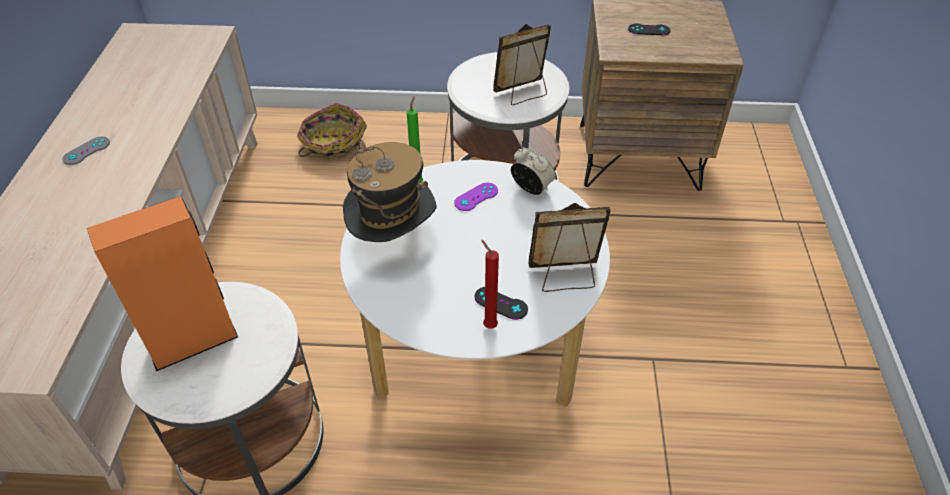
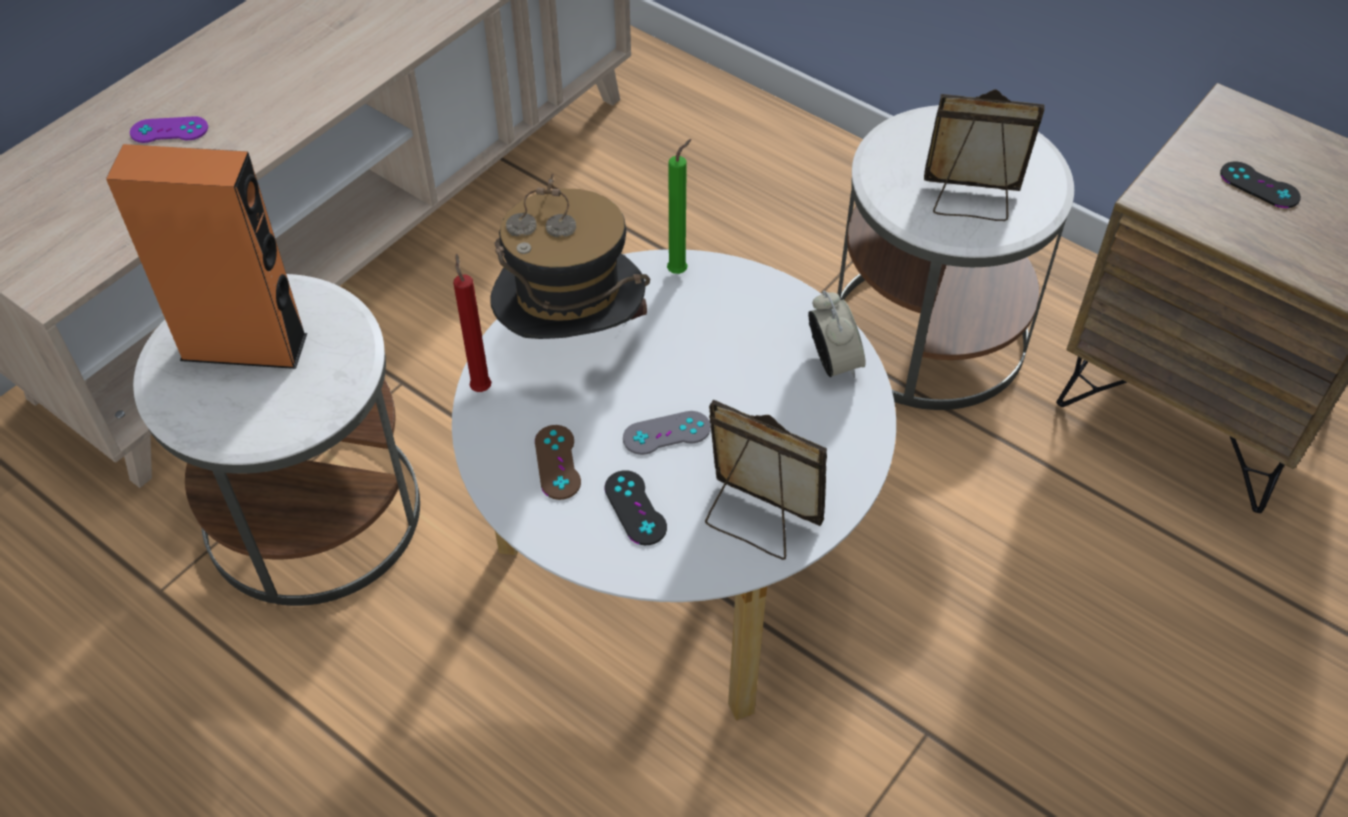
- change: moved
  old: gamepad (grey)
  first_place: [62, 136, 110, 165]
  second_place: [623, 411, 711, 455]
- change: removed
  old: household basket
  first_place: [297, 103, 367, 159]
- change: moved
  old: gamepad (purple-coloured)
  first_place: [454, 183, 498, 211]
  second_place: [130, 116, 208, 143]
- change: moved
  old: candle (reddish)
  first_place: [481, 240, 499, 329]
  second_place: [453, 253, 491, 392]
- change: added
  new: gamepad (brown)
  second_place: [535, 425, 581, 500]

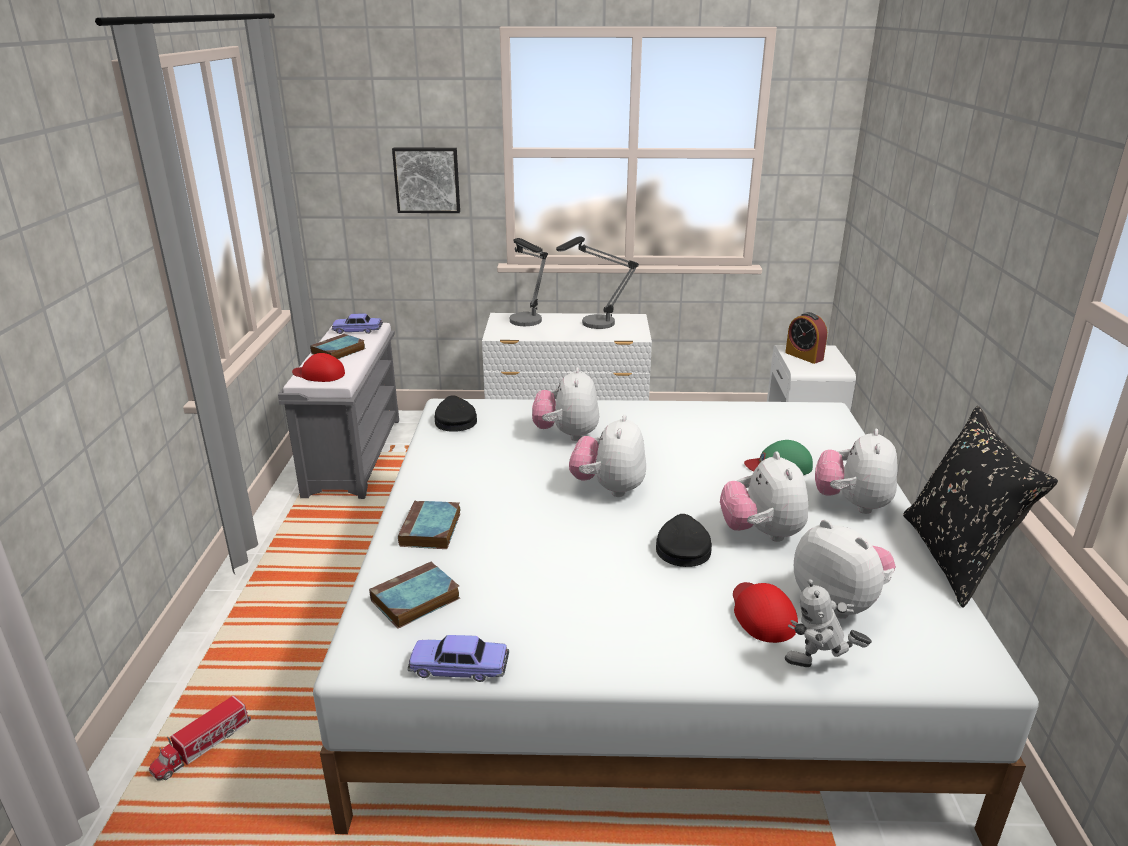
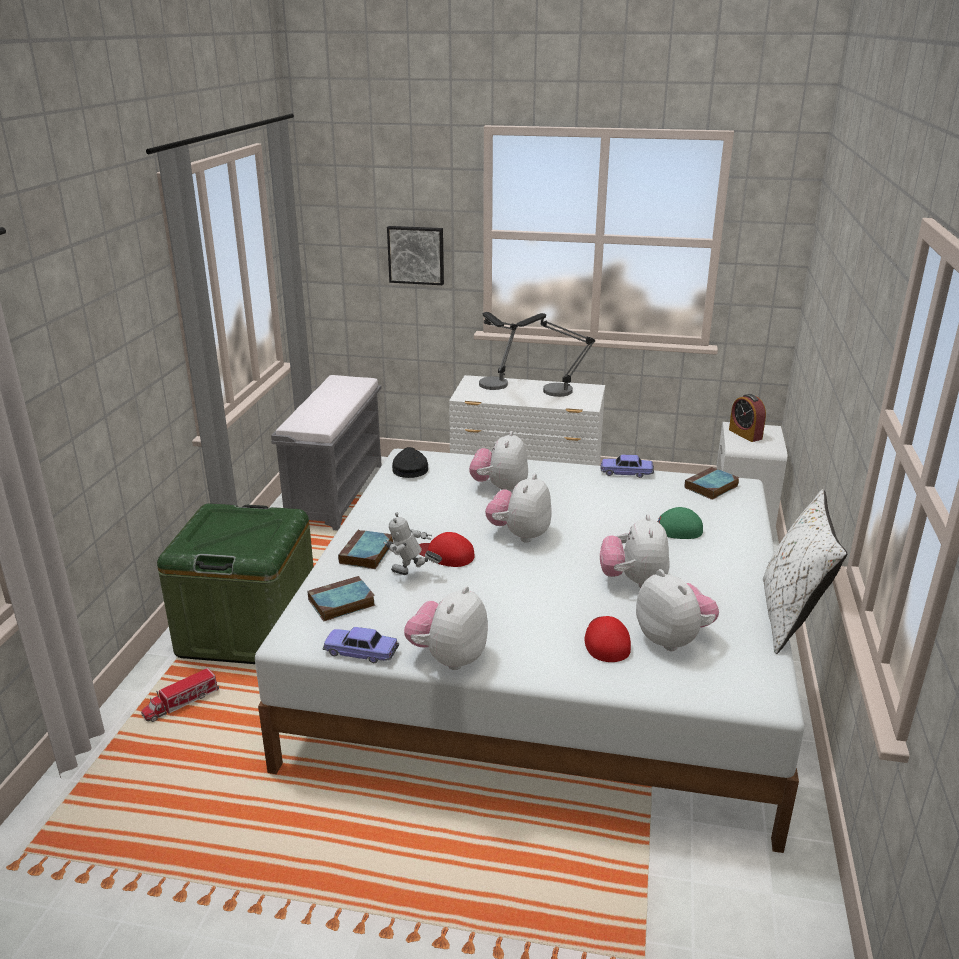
- change: moved
  old: cap (reddish)
  first_place: [292, 353, 345, 382]
  second_place: [419, 532, 475, 567]
- change: moved
  old: bound book
  first_place: [310, 334, 365, 359]
  second_place: [685, 467, 739, 500]
- change: moved
  old: toy car
  first_place: [332, 313, 383, 334]
  second_place: [600, 455, 654, 478]
- change: removed
  old: cap (black)
  first_place: [656, 514, 712, 567]
- change: moved
  old: toy robot
  first_place: [785, 579, 872, 667]
  second_place: [383, 512, 442, 575]
- change: moved
  old: cuddly toy
  first_place: [815, 429, 897, 514]
  second_place: [404, 586, 488, 670]
- change: recoloured
  old: cushion (black)
  new: cushion (whitish)
  first_place: [903, 406, 1058, 608]
  second_place: [763, 489, 847, 654]
- change: added
  new: storage bin (greenish)
  second_place: [157, 503, 314, 664]

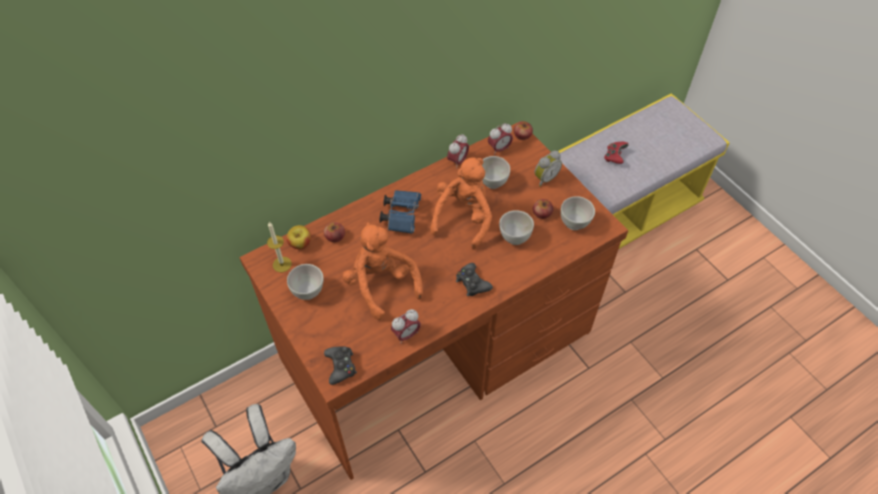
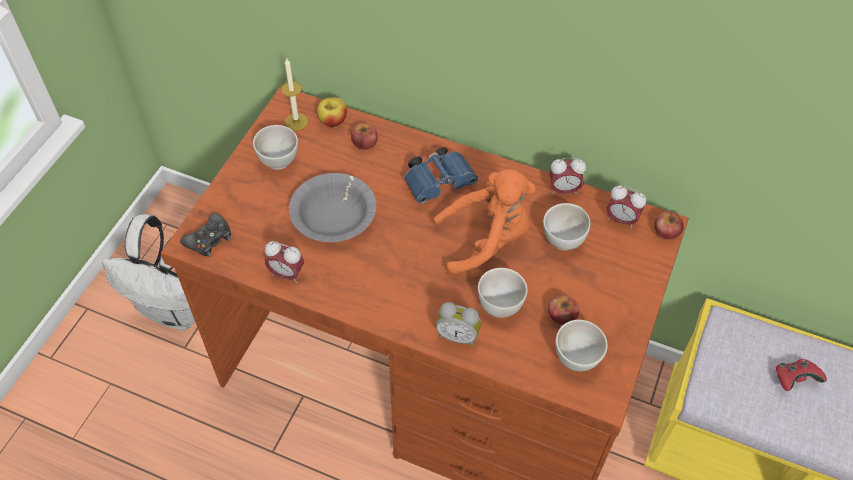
- change: replaced
  old: cuddly toy (orange)
  new: deep dish (grey)
  first_place: [342, 222, 423, 320]
  second_place: [289, 173, 376, 242]
- change: removed
  old: gamepad (black)
  first_place: [456, 263, 493, 296]
- change: moved
  old: bedside clock
  first_place: [535, 151, 562, 187]
  second_place: [436, 302, 481, 346]

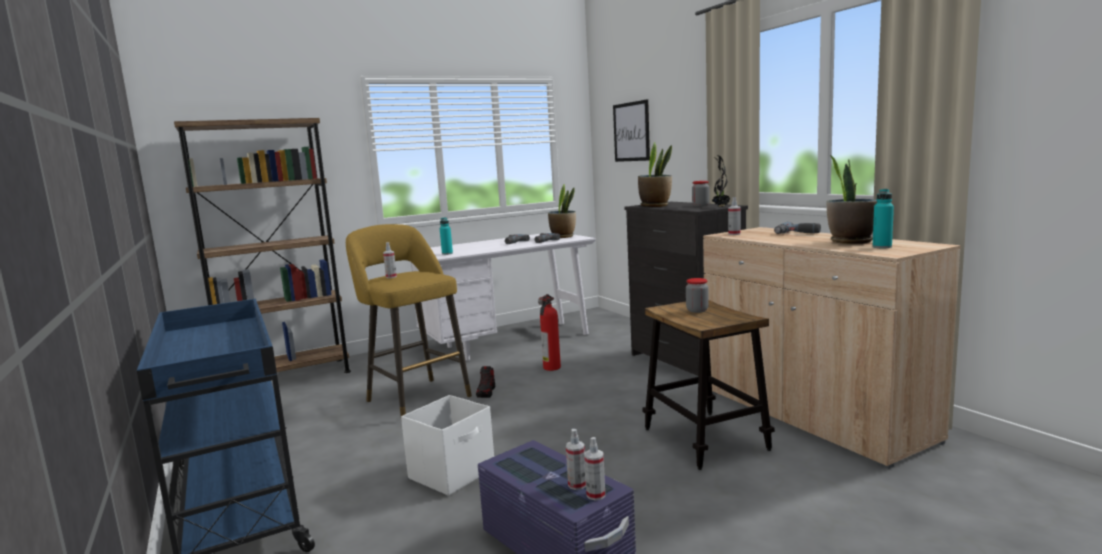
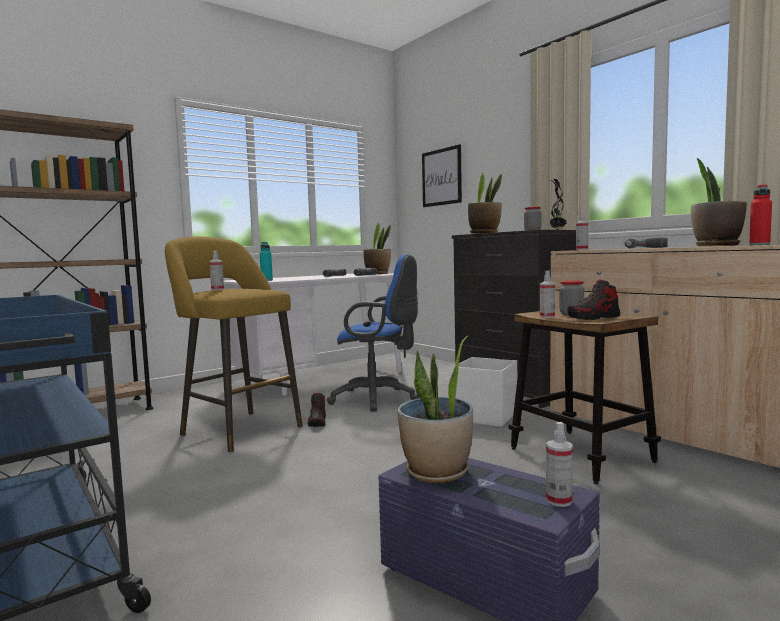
- change: moved
  old: storage bin (whitish)
  first_place: [401, 395, 494, 496]
  second_place: [453, 357, 517, 427]
- change: replaced
  old: fire extinguisher
  new: office chair (blue-coloured)
  first_place: [538, 294, 561, 371]
  second_place: [327, 254, 419, 411]
- change: moved
  old: sprayer
  first_place: [566, 429, 586, 490]
  second_place: [540, 271, 555, 318]
- change: recoloured
  old: drink bottle (blue-green)
  new: drink bottle (reddish)
  first_place: [873, 189, 894, 248]
  second_place: [749, 185, 772, 245]
- change: added
  new: plant in a pot
  second_place: [397, 336, 473, 483]
- change: added
  new: item of footwear
  second_place: [567, 280, 620, 320]

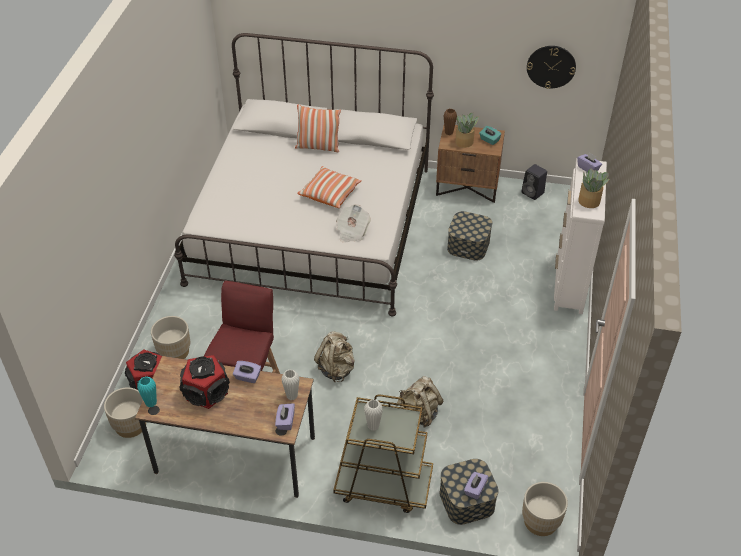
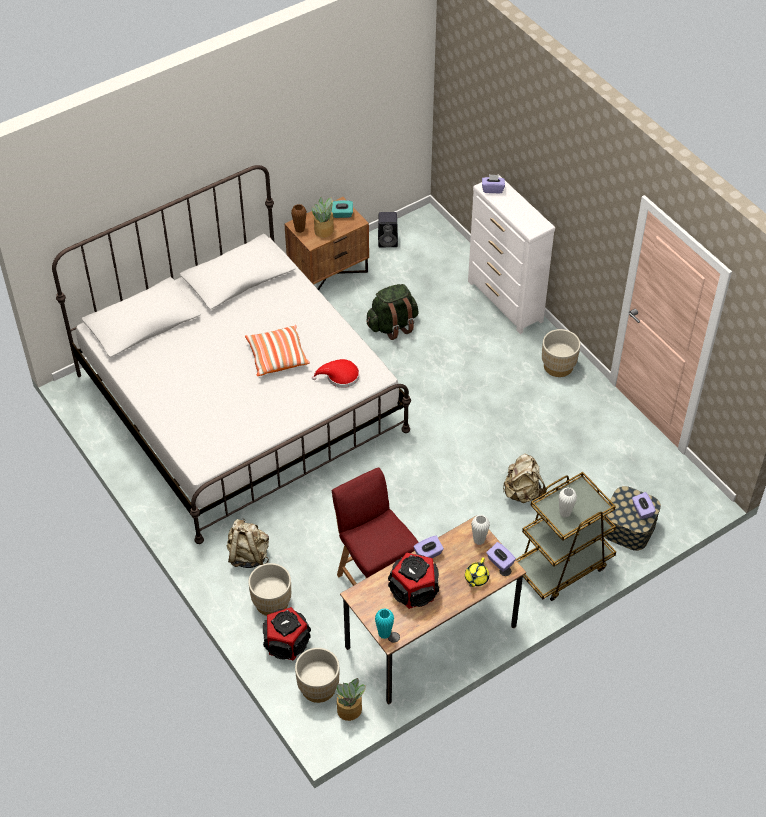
- change: removed
  old: cushion
  first_place: [295, 105, 341, 152]
- change: moved
  old: rucksack (beige-coloured)
  first_place: [314, 331, 355, 382]
  second_place: [227, 518, 269, 568]
- change: replaced
  old: printed paper
  new: clothing hat (reddish)
  first_place: [336, 204, 371, 243]
  second_place: [312, 359, 359, 388]
- change: replaced
  old: storage bin
  new: rucksack (greenish)
  first_place: [447, 211, 492, 261]
  second_place: [366, 284, 419, 340]
- change: moved
  old: plant pot (beige-coloured)
  first_place: [522, 482, 568, 536]
  second_place: [542, 329, 580, 377]
- change: removed
  old: clock on the wall
  first_place: [527, 46, 576, 89]
- change: moved
  old: plant in a pot
  first_place: [578, 168, 610, 208]
  second_place: [336, 678, 366, 721]
- change: added
  new: teapot (yellowish)
  second_place: [465, 557, 489, 587]

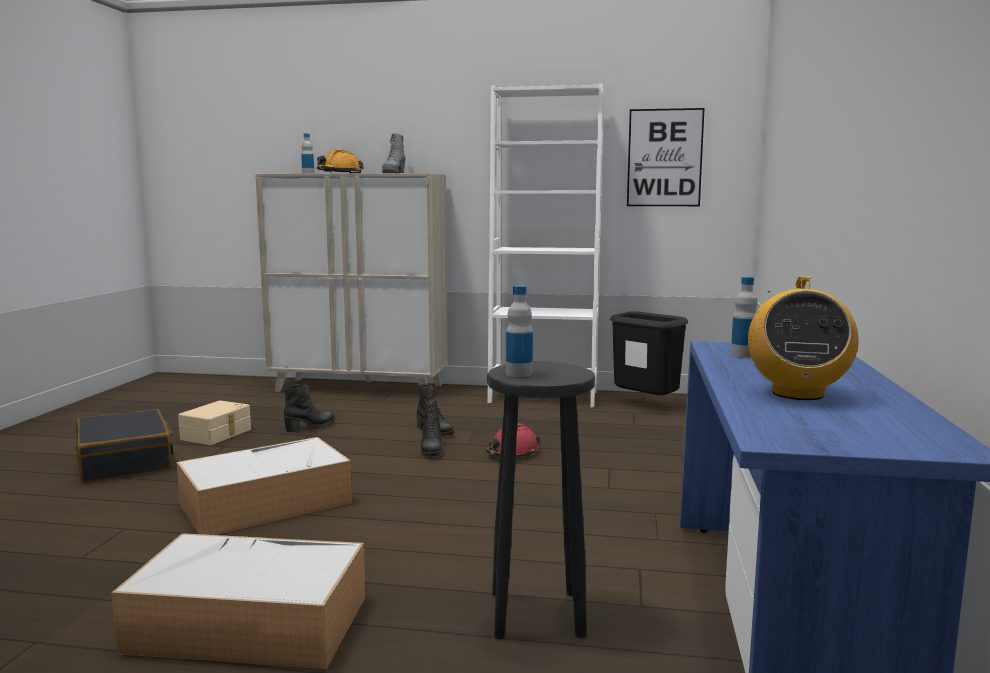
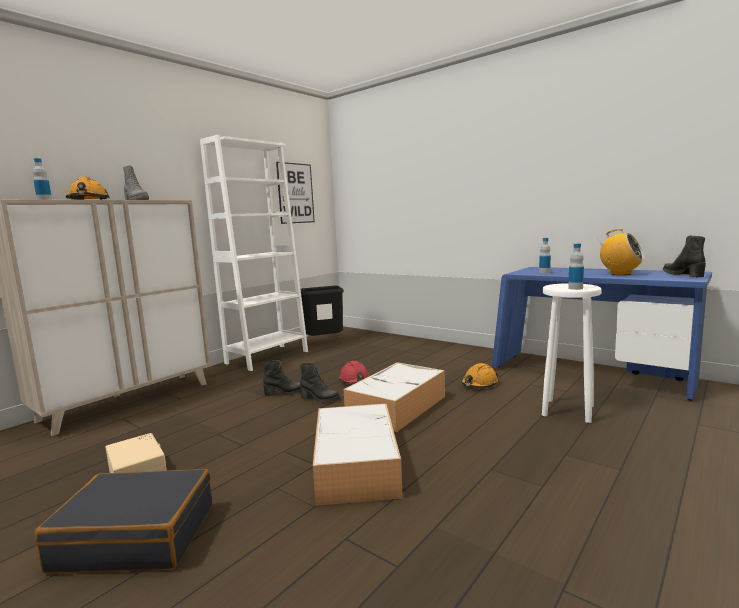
- change: moved
  old: storage bin
  first_place: [112, 533, 366, 669]
  second_place: [344, 362, 445, 432]
- change: moved
  old: boot (black)
  first_place: [284, 384, 335, 432]
  second_place: [663, 235, 706, 278]
- change: recoloured
  old: sitting stool (black)
  new: sitting stool (whitish)
  first_place: [487, 361, 595, 639]
  second_place: [542, 283, 602, 423]
- change: added
  new: work helmet (orange)
  second_place: [461, 363, 499, 388]

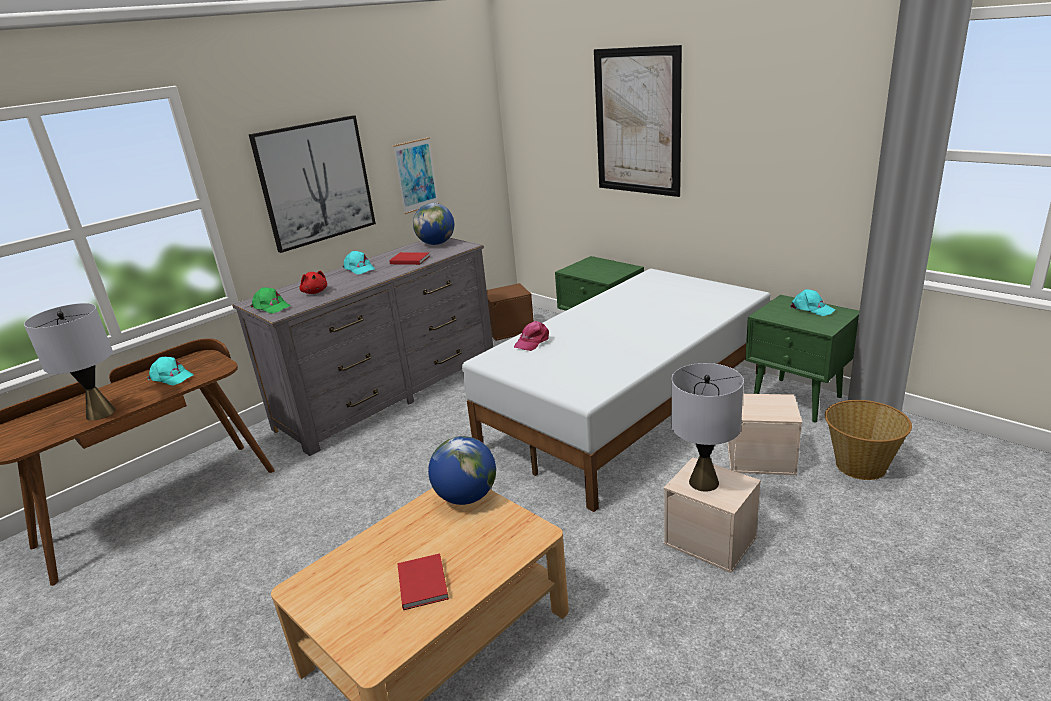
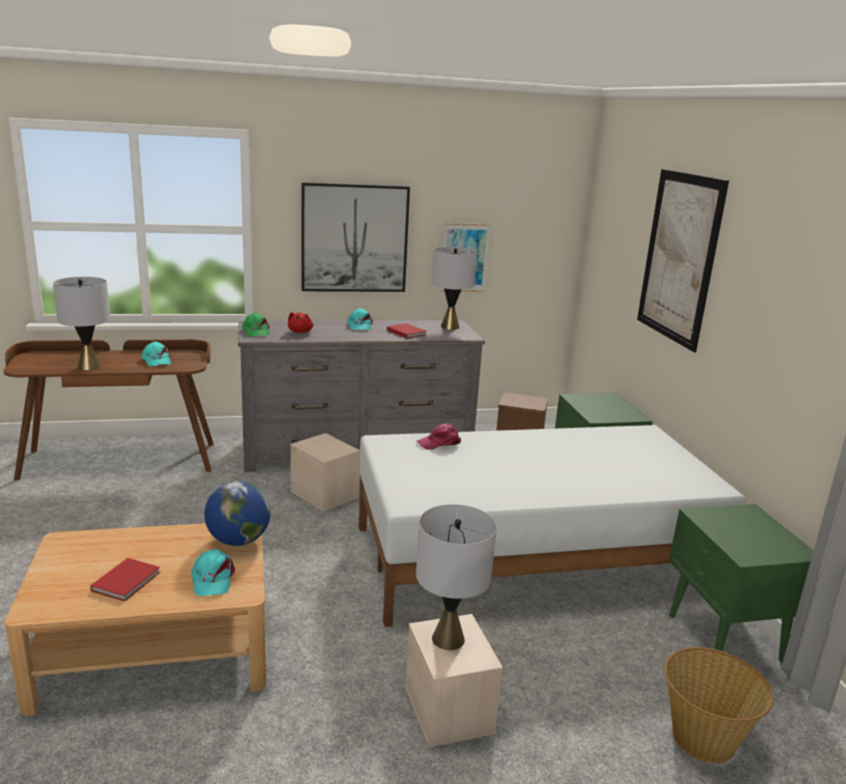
- change: replaced
  old: world globe
  new: lamp for a table (grey)
  first_place: [413, 203, 454, 245]
  second_place: [432, 247, 477, 330]
- change: moved
  old: storage bin (beige-coloured)
  first_place: [727, 394, 802, 475]
  second_place: [290, 433, 360, 512]
- change: moved
  old: cap (blue-green)
  first_place: [790, 289, 836, 316]
  second_place: [191, 549, 235, 596]

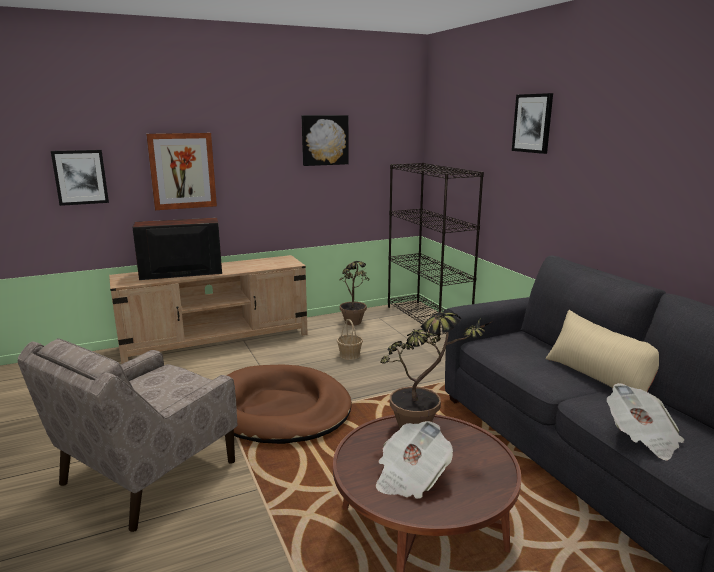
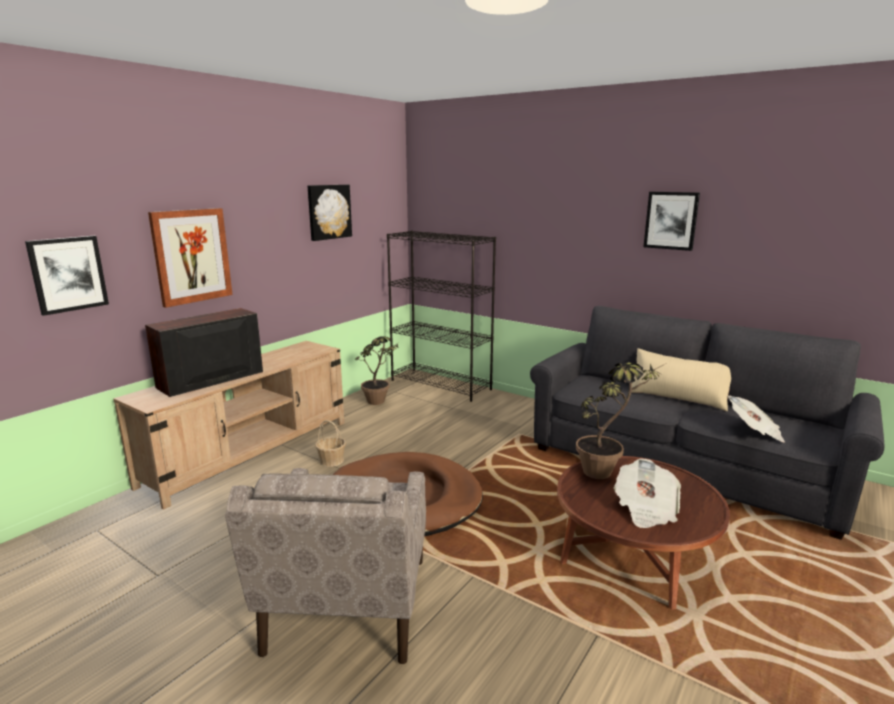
- change: moved
  old: household basket
  first_place: [337, 319, 363, 360]
  second_place: [315, 420, 346, 467]
- change: moved
  old: picture
  first_place: [512, 93, 553, 154]
  second_place: [643, 192, 700, 251]

